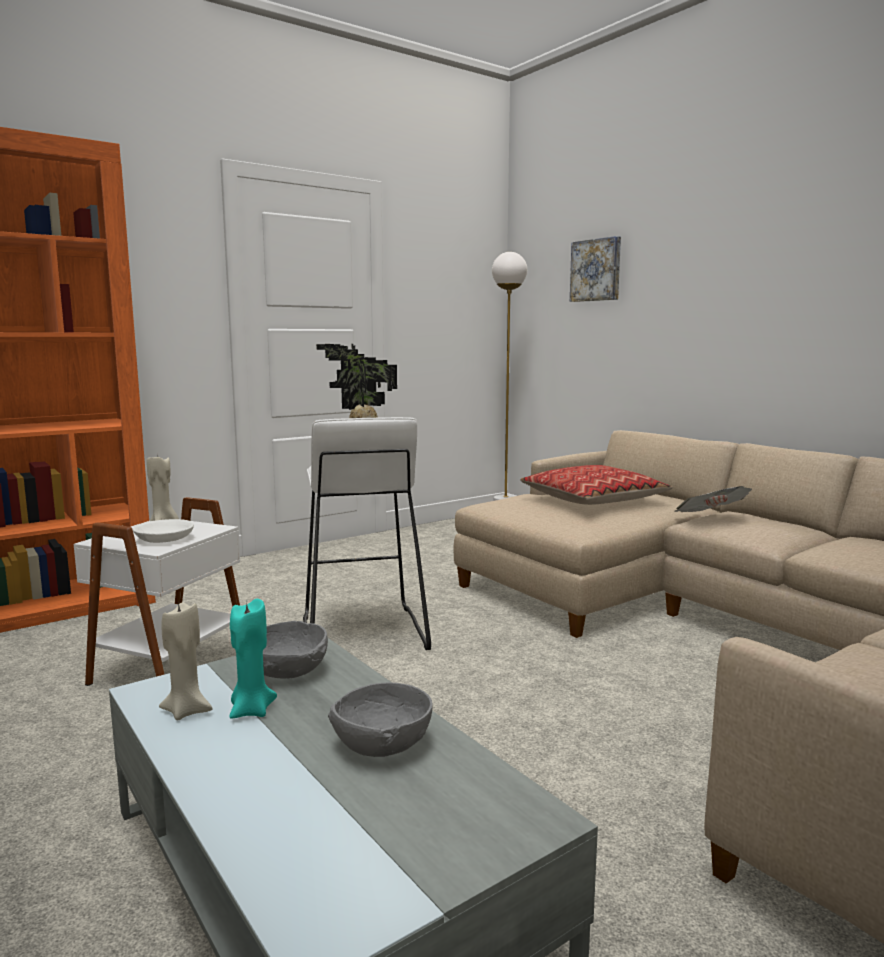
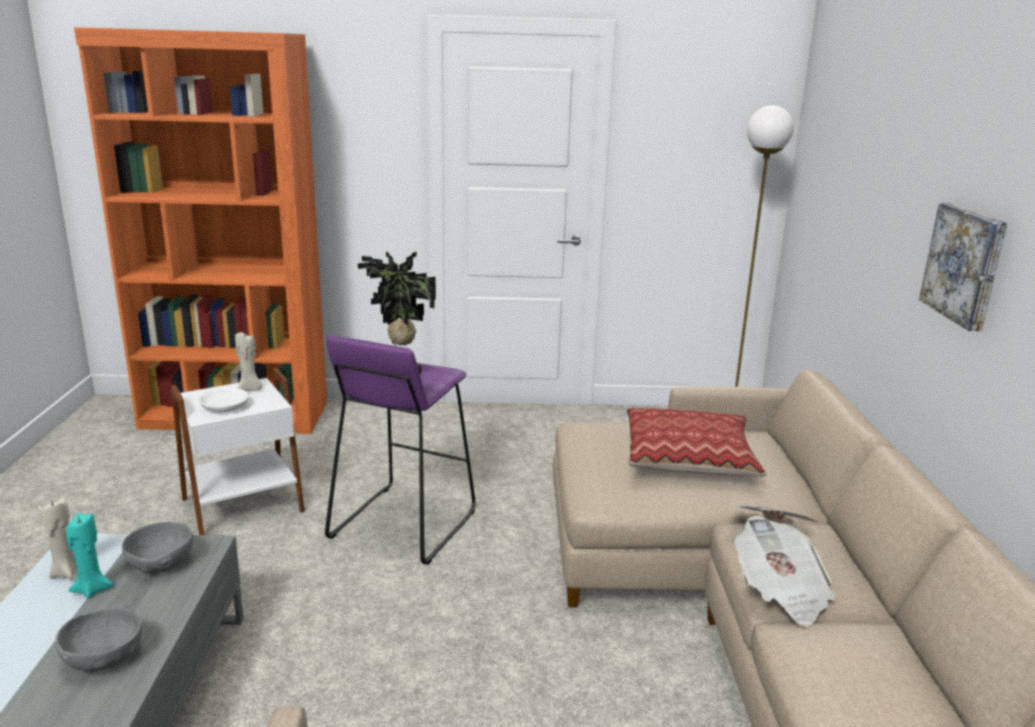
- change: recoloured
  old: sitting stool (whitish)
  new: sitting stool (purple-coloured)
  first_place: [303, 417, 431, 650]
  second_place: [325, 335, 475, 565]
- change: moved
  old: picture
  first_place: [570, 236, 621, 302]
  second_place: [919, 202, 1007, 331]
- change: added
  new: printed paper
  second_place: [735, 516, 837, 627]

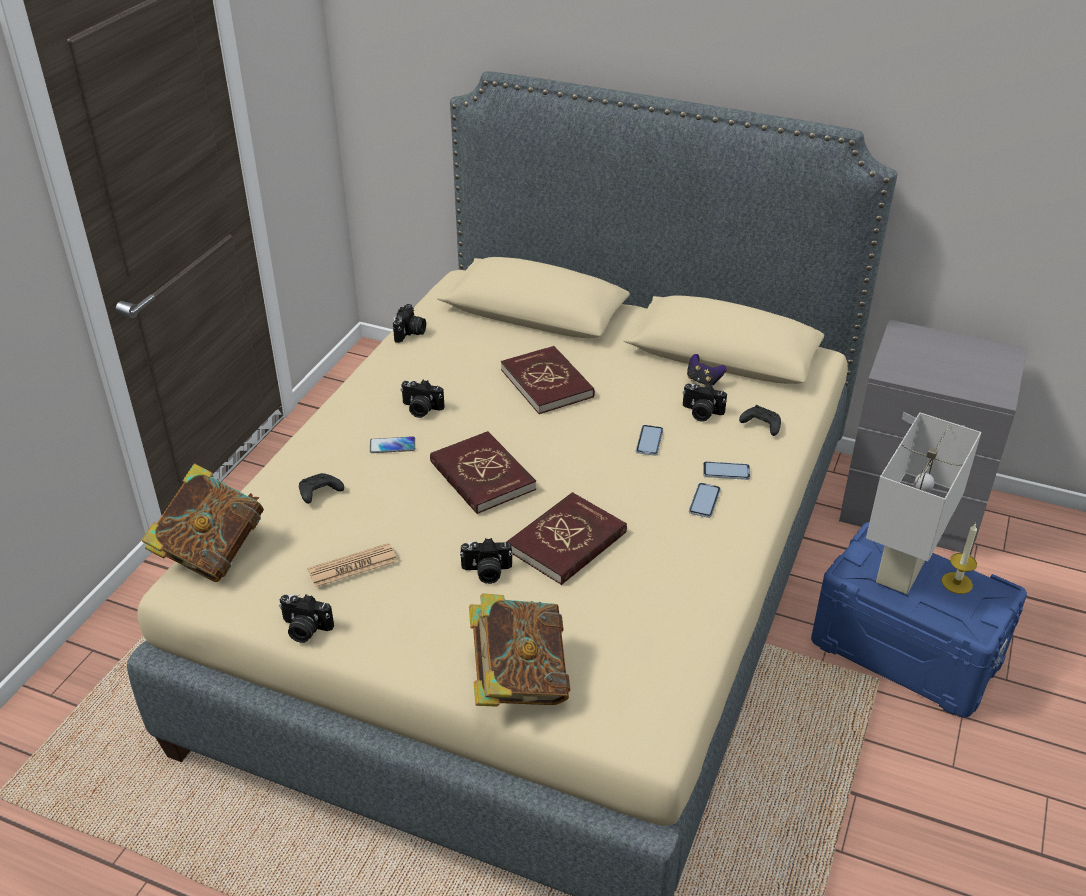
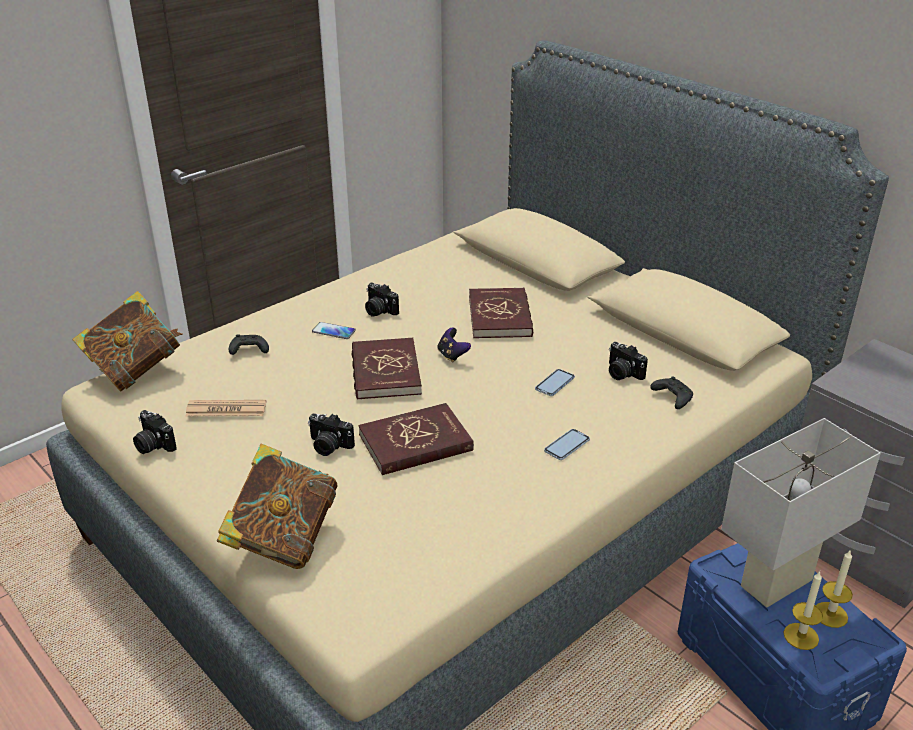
- change: removed
  old: still camera
  first_place: [393, 304, 426, 343]
- change: moved
  old: gamepad
  first_place: [687, 354, 727, 386]
  second_place: [437, 327, 471, 363]
- change: removed
  old: telephone
  first_place: [703, 461, 750, 480]
- change: added
  new: candle
  second_place: [784, 571, 823, 650]

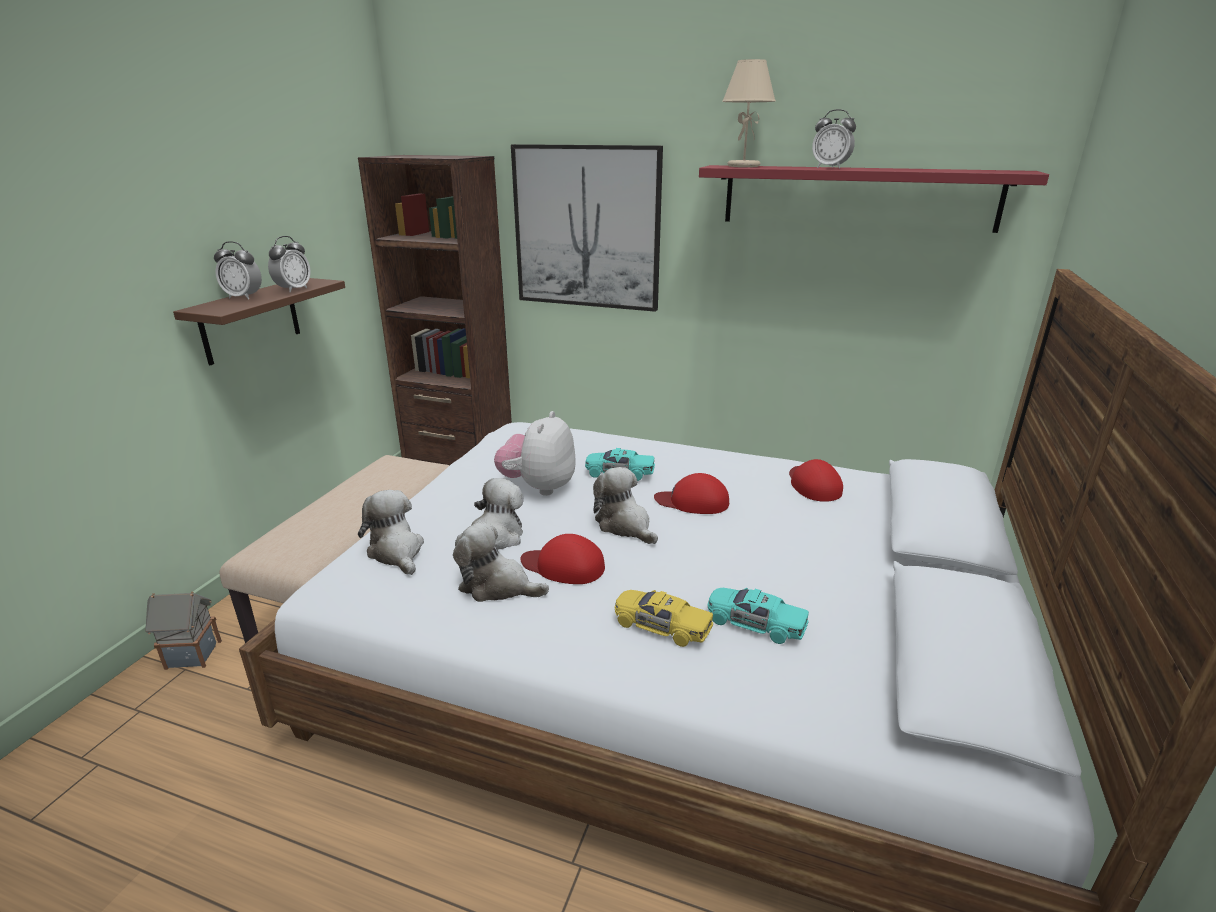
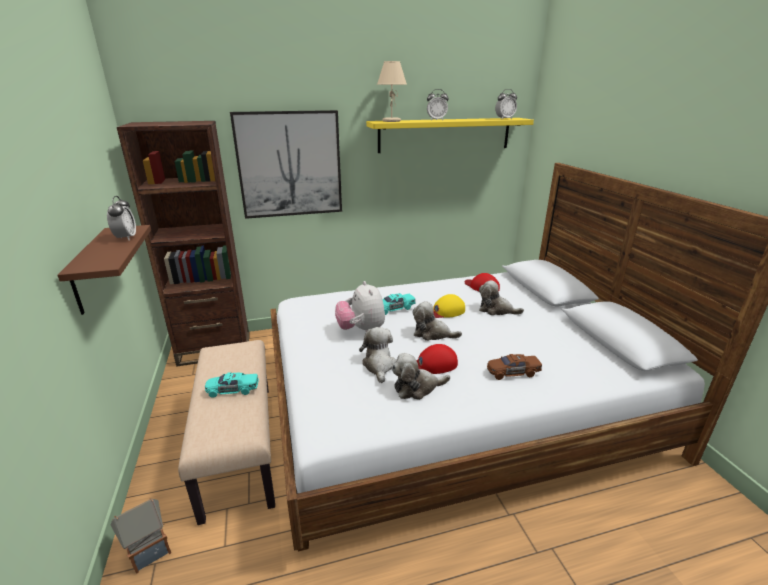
- change: moved
  old: bedside clock
  first_place: [214, 241, 262, 300]
  second_place: [495, 89, 517, 119]
- change: moved
  old: cuddly toy
  first_place: [358, 490, 424, 575]
  second_place: [479, 280, 524, 315]
- change: recoloured
  old: toy car (yellowish)
  new: toy car (brown)
  first_place: [615, 590, 713, 647]
  second_place: [487, 354, 542, 380]
- change: recoloured
  old: cap (reddish)
  new: cap (yellowish)
  first_place: [654, 473, 729, 514]
  second_place: [433, 294, 465, 318]
- change: recoloured
  old: bracket shelf (reddish)
  new: bracket shelf (yellowish)
  first_place: [699, 165, 1049, 233]
  second_place: [366, 118, 534, 153]
- change: moved
  old: toy car (blue-green)
  first_place: [708, 588, 809, 644]
  second_place: [205, 372, 259, 398]

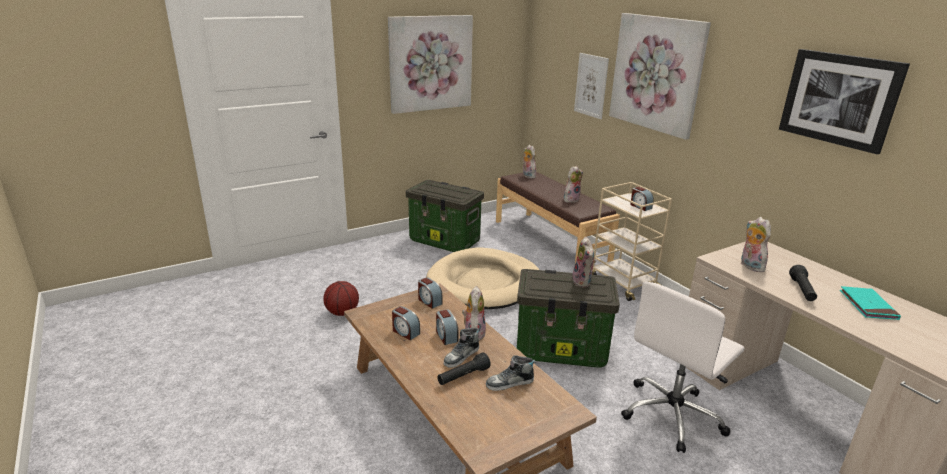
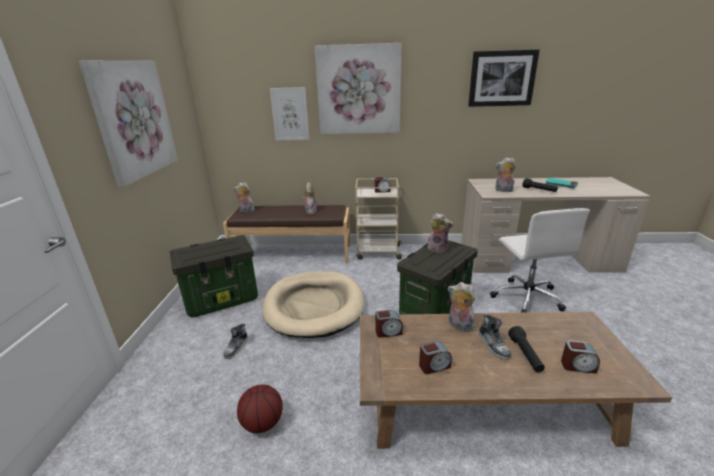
- change: moved
  old: bedside clock
  first_place: [436, 309, 458, 345]
  second_place: [561, 340, 600, 374]
- change: moved
  old: item of footwear
  first_place: [486, 355, 536, 391]
  second_place: [223, 324, 248, 359]

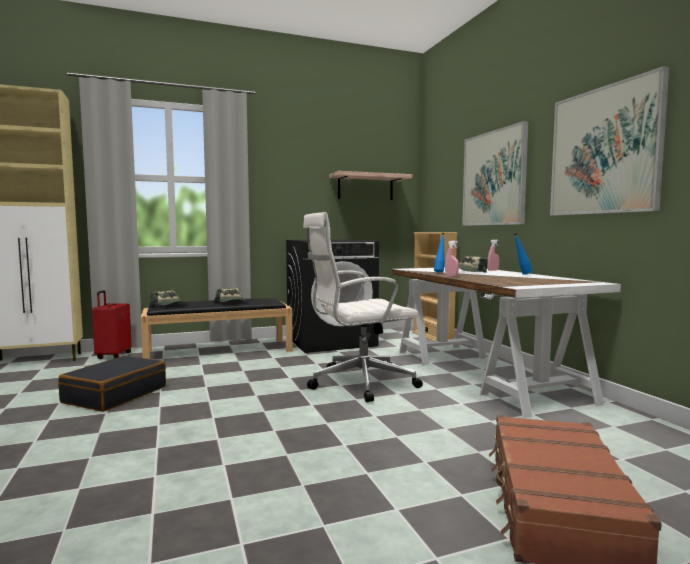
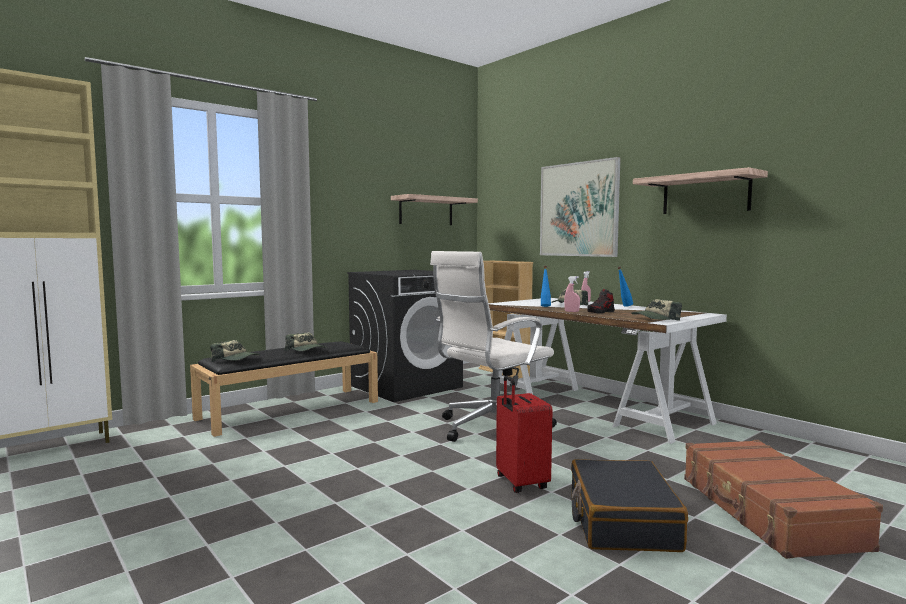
- change: moved
  old: travel case (black)
  first_place: [58, 356, 166, 412]
  second_place: [571, 459, 688, 552]
- change: moved
  old: travel case (reddish)
  first_place: [92, 290, 132, 359]
  second_place: [496, 375, 552, 493]
- change: replaced
  old: picture
  new: bracket shelf
  first_place: [550, 66, 670, 216]
  second_place: [633, 167, 768, 214]
- change: added
  new: item of footwear
  second_place: [587, 289, 615, 314]
- change: added
  new: cap
  second_place: [631, 299, 682, 321]

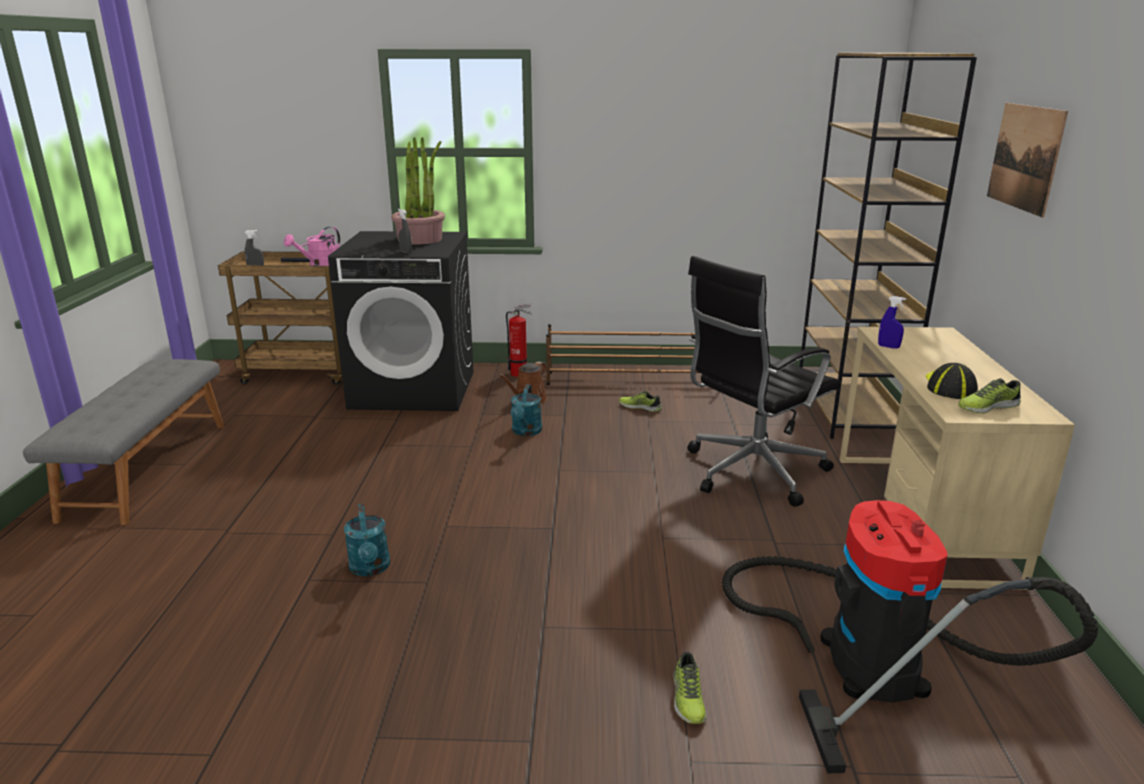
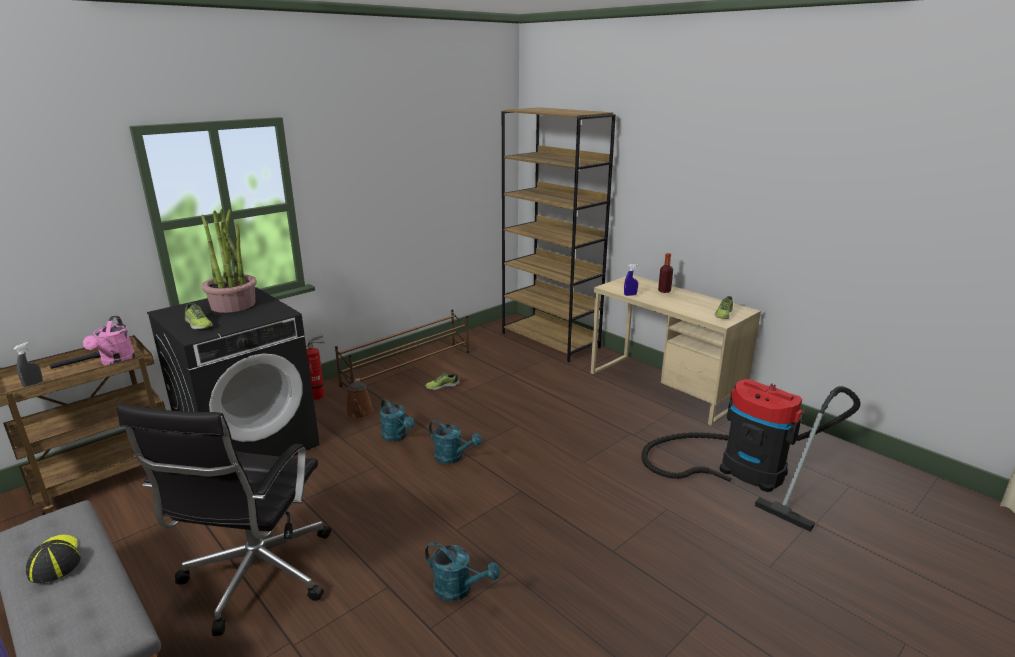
- change: removed
  old: sprayer (grey)
  first_place: [398, 209, 412, 254]
- change: moved
  old: item of footwear
  first_place: [674, 652, 707, 724]
  second_place: [185, 303, 213, 329]
- change: moved
  old: office chair (black)
  first_place: [687, 256, 841, 507]
  second_place: [117, 404, 331, 636]
- change: moved
  old: cap
  first_place: [926, 363, 978, 399]
  second_place: [26, 534, 81, 583]
- change: removed
  old: picture
  first_place: [987, 103, 1068, 217]
- change: added
  new: watering pot (blue-green)
  second_place: [429, 420, 482, 464]
- change: added
  new: drink bottle
  second_place: [658, 253, 673, 293]

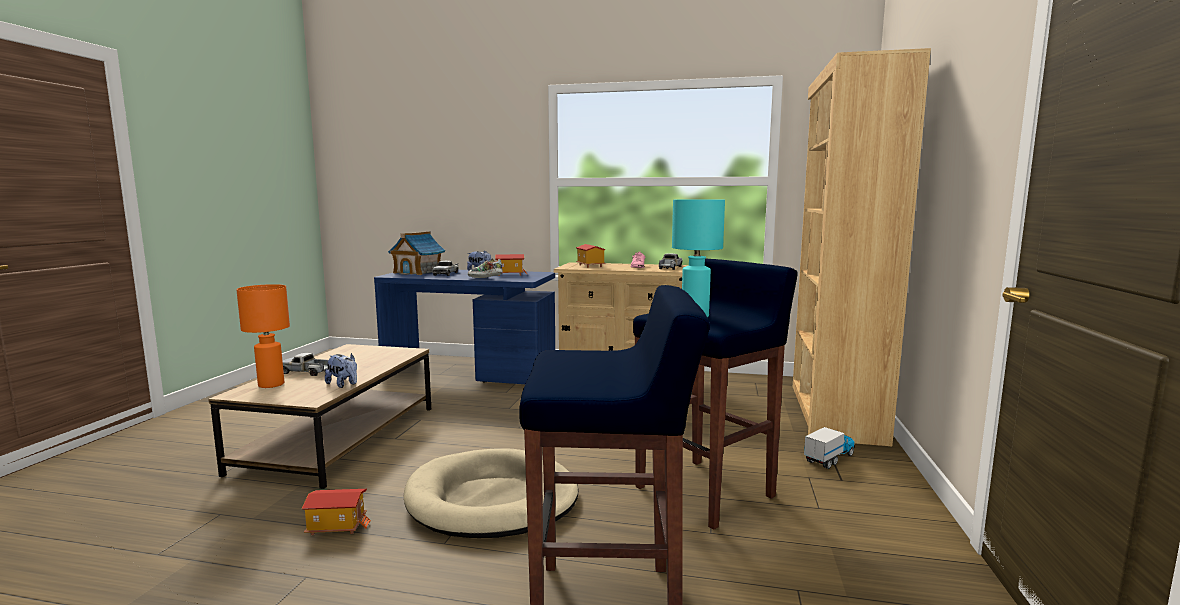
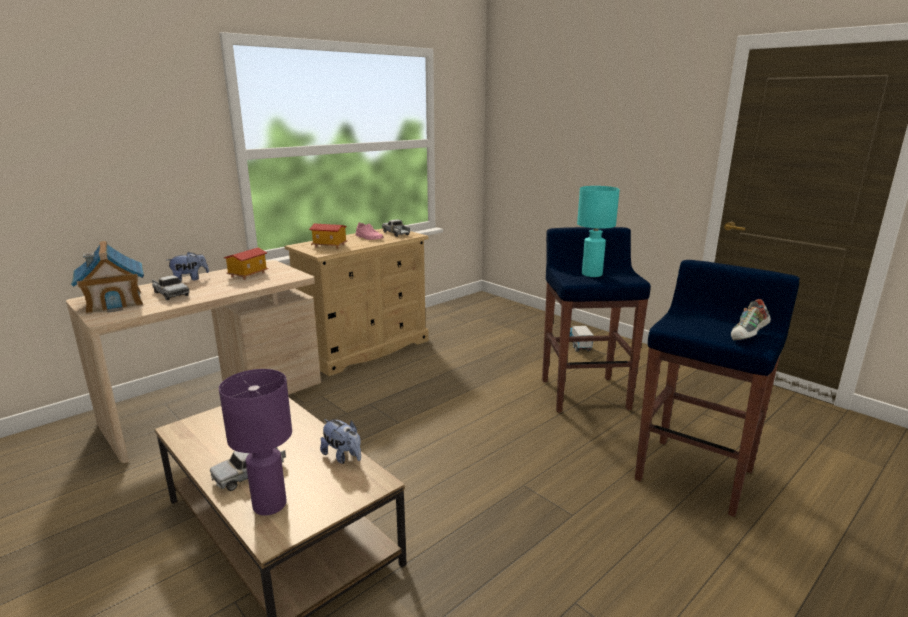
- change: recoloured
  old: lamp for a table (orange)
  new: lamp for a table (purple-coloured)
  first_place: [236, 284, 290, 388]
  second_place: [219, 369, 292, 516]
- change: removed
  old: miniature house
  first_place: [302, 489, 371, 536]
- change: turned
  old: cuddly toy
  first_place: [325, 353, 357, 388]
  second_place: [320, 419, 361, 464]
  degrees: 60
- change: recoloured
  old: desk unit (blue-coloured)
  new: desk unit (beige-coloured)
  first_place: [374, 270, 555, 384]
  second_place: [66, 260, 321, 463]
- change: removed
  old: dog cushion (beige-coloured)
  first_place: [404, 449, 578, 538]
- change: moved
  old: item of footwear
  first_place: [468, 258, 503, 278]
  second_place: [731, 299, 771, 340]
- change: removed
  old: bookcase (brown)
  first_place: [793, 48, 931, 446]

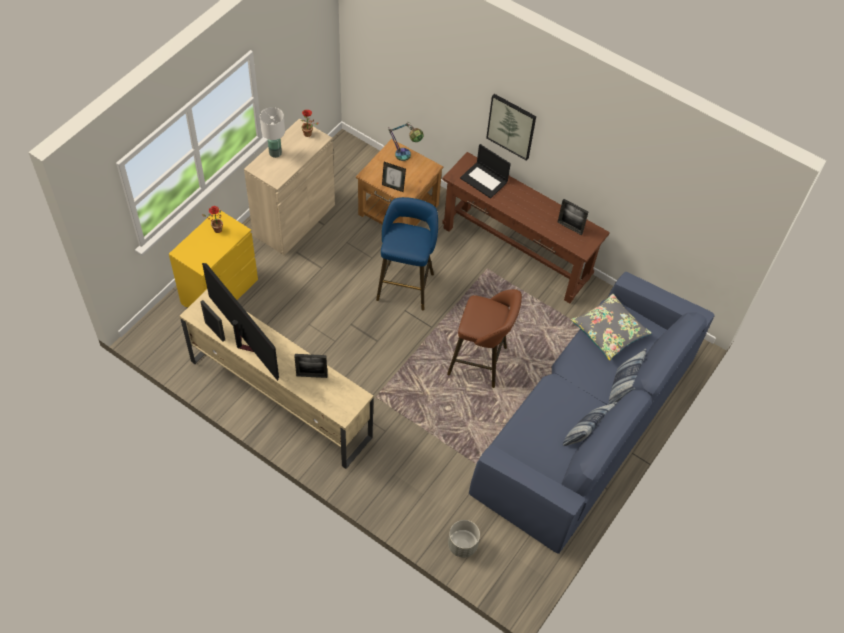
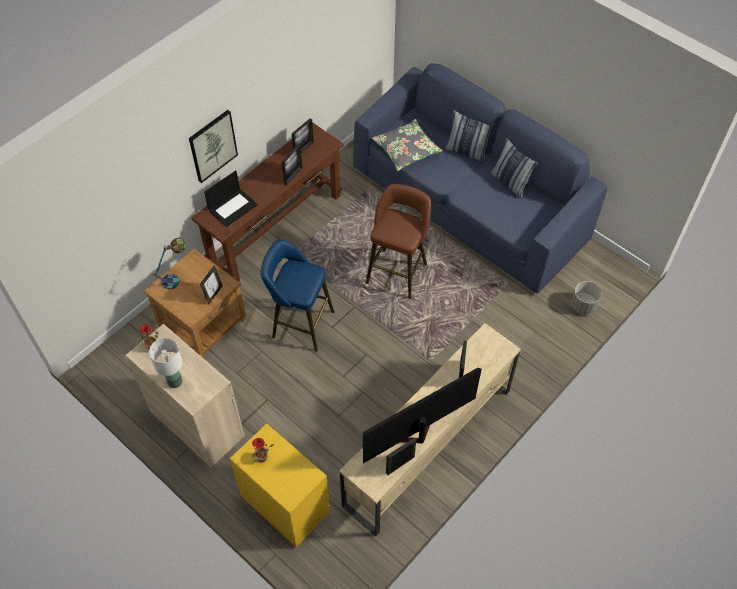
- change: added
  new: picture frame
  second_place: [282, 144, 302, 186]

